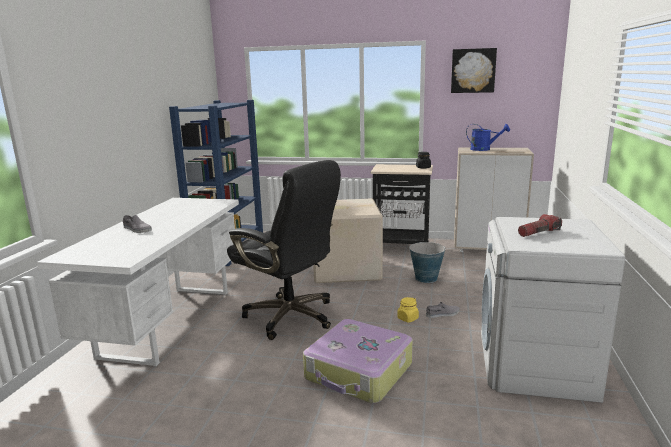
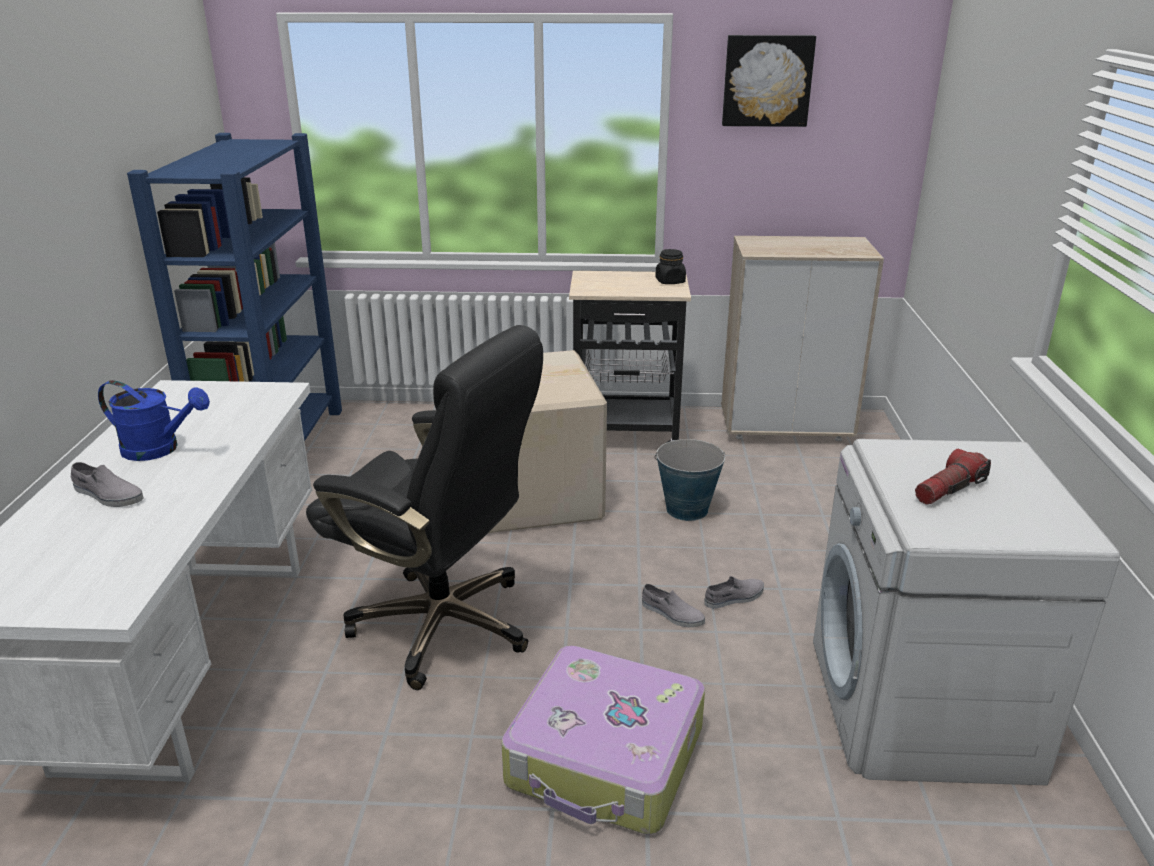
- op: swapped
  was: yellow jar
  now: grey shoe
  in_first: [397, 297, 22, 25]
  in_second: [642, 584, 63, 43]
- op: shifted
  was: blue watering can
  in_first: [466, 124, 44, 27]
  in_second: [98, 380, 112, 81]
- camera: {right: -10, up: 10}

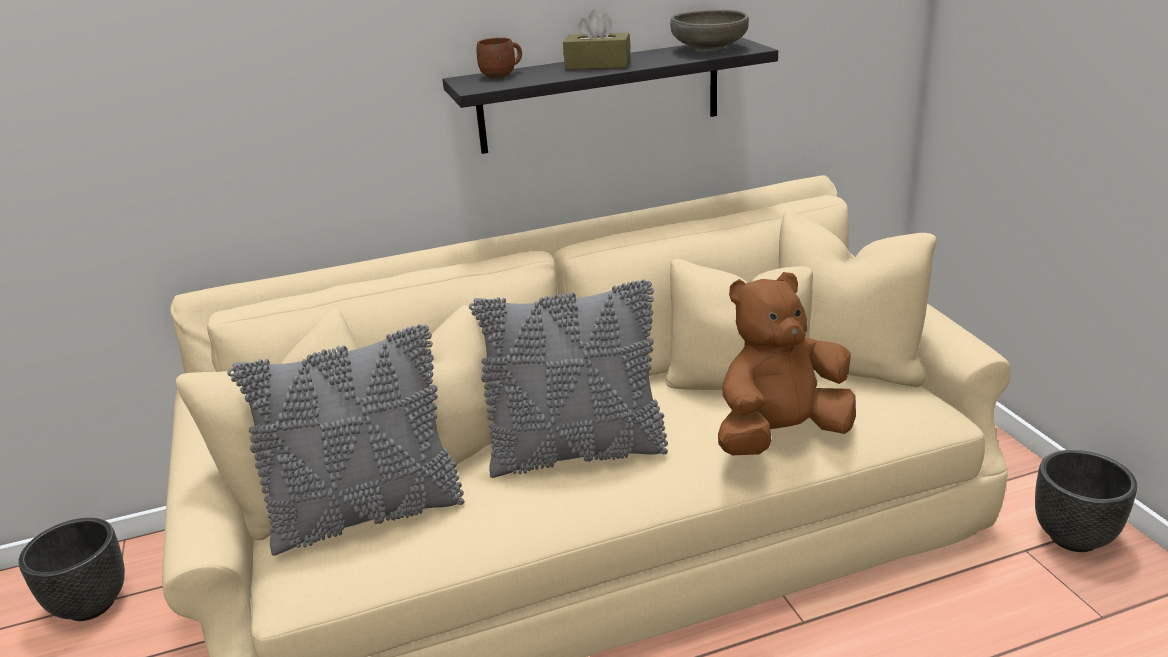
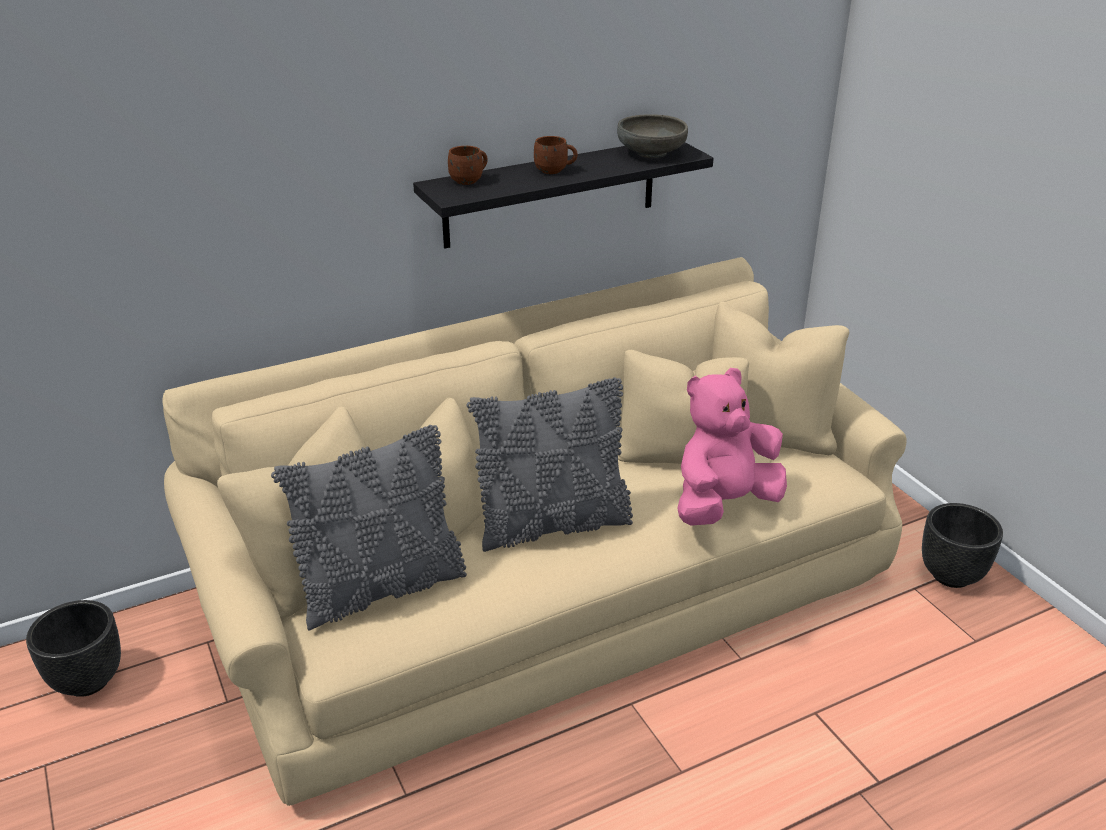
- op: swapped
  was: brown tissue box
  now: brown mug
  in_first: [563, 10, 68, 60]
  in_second: [534, 136, 44, 38]
- op: repainted
  was: brown plush toy
  now: pink plush toy
  in_first: [718, 272, 138, 183]
  in_second: [678, 368, 109, 158]
- camera: {right: -10, up: 5}

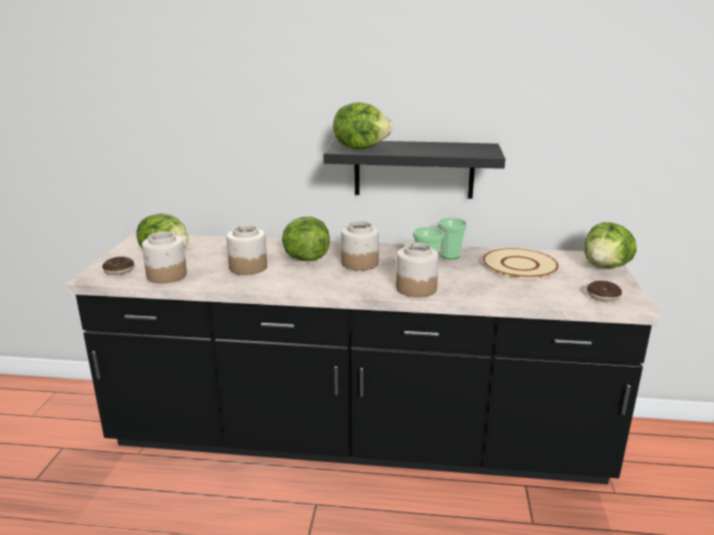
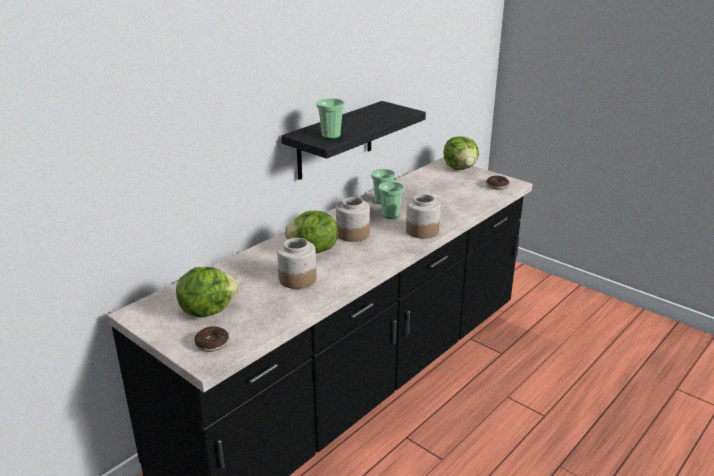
- op: gone
  was: jar
  in_first: [142, 232, 45, 52]
- op: swapped
  was: lettuce
  now: cup
  in_first: [333, 102, 60, 47]
  in_second: [316, 98, 29, 41]
- op: gone
  was: beige plate
  in_first: [483, 248, 76, 31]
- camera: {right: -55, up: 5}

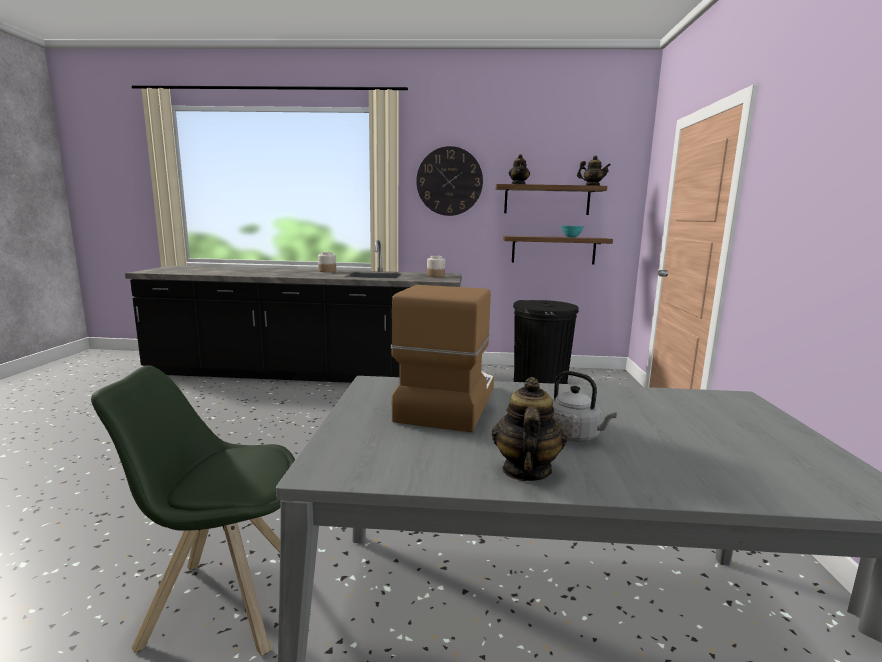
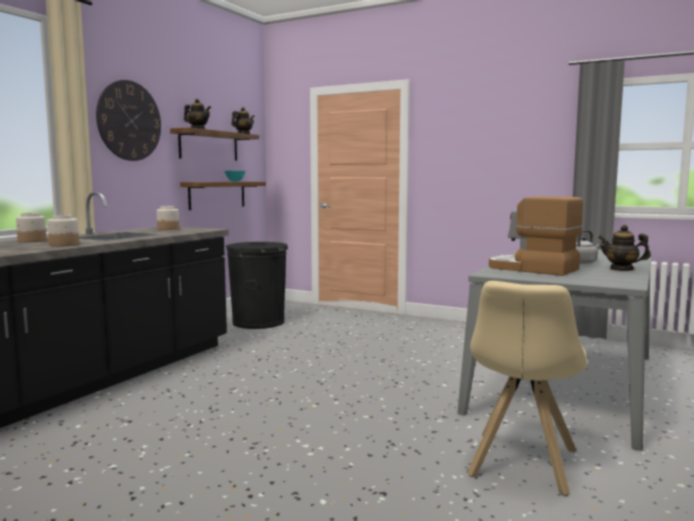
- op: repainted
  was: green chair
  now: beige chair
  in_first: [91, 365, 204, 291]
  in_second: [467, 281, 120, 215]
- op: new
  now: jar
  in_second: [47, 215, 32, 32]
- camera: {right: -65, up: -5}

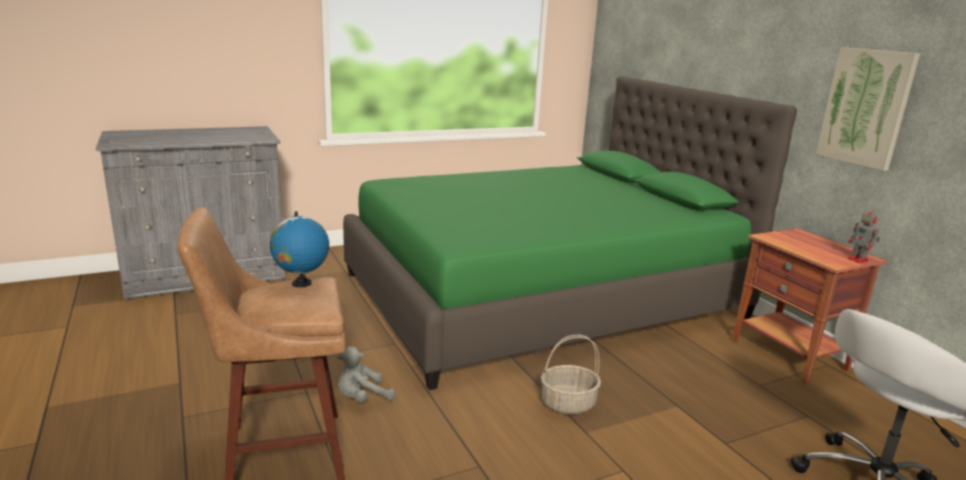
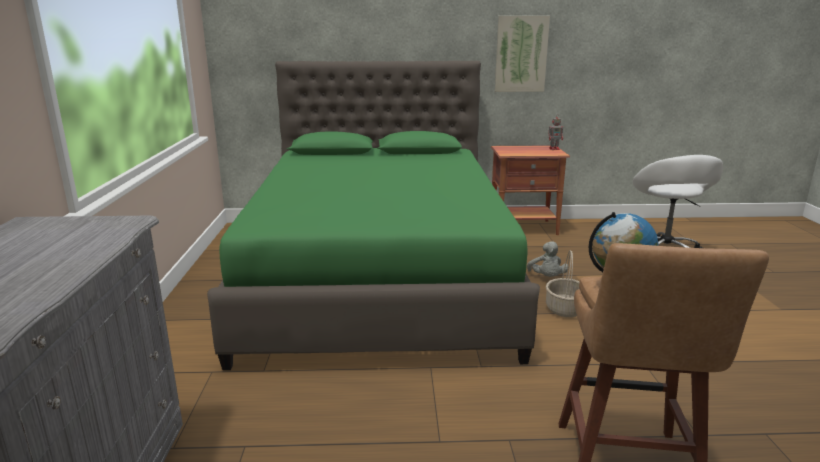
- op: shifted
  was: grey plush toy
  in_first: [337, 346, 58, 57]
  in_second: [527, 241, 42, 36]
- camera: {right: -65, up: 0}

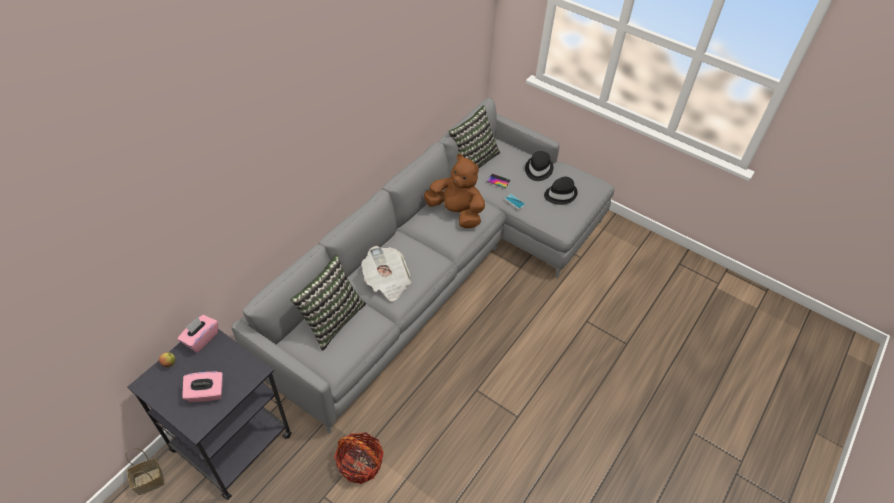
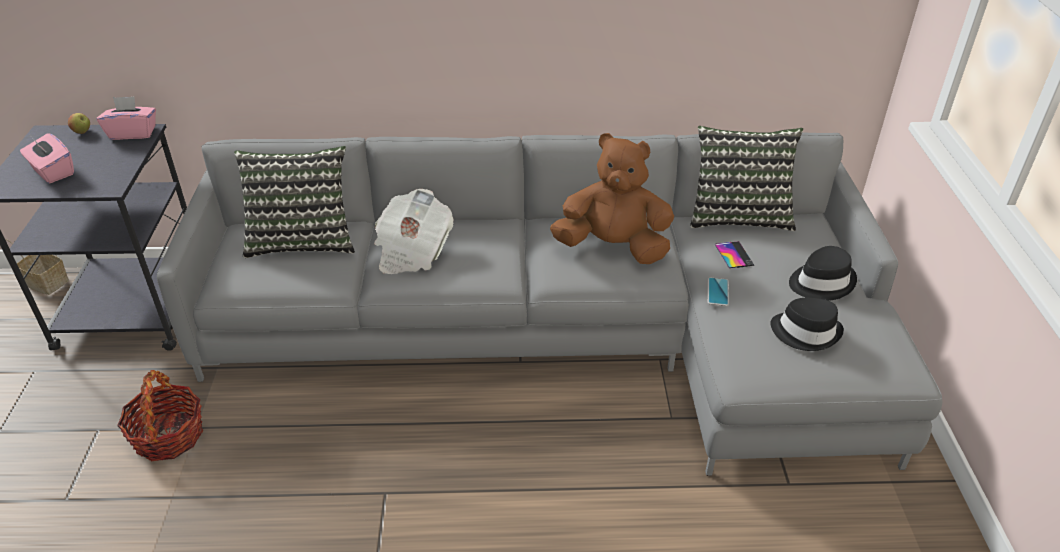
- op: rotated
  was: brown plush toy
  in_first: [424, 154, 61, 75]
  in_second: [550, 133, 124, 131]
  clockwise: -75
- camera: {right: 55, up: -10}

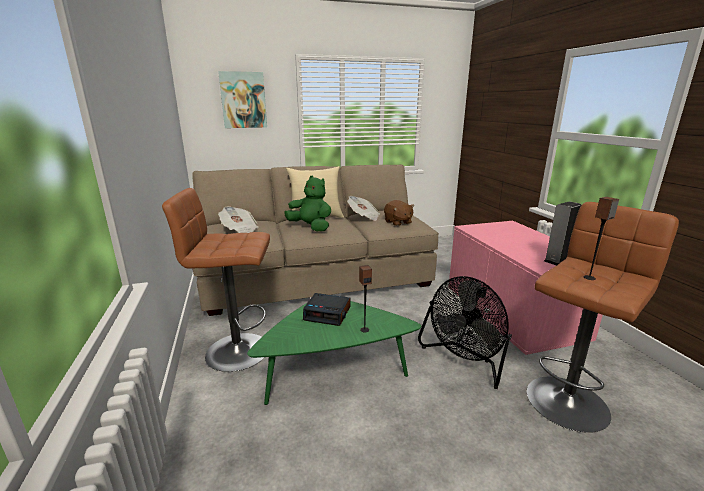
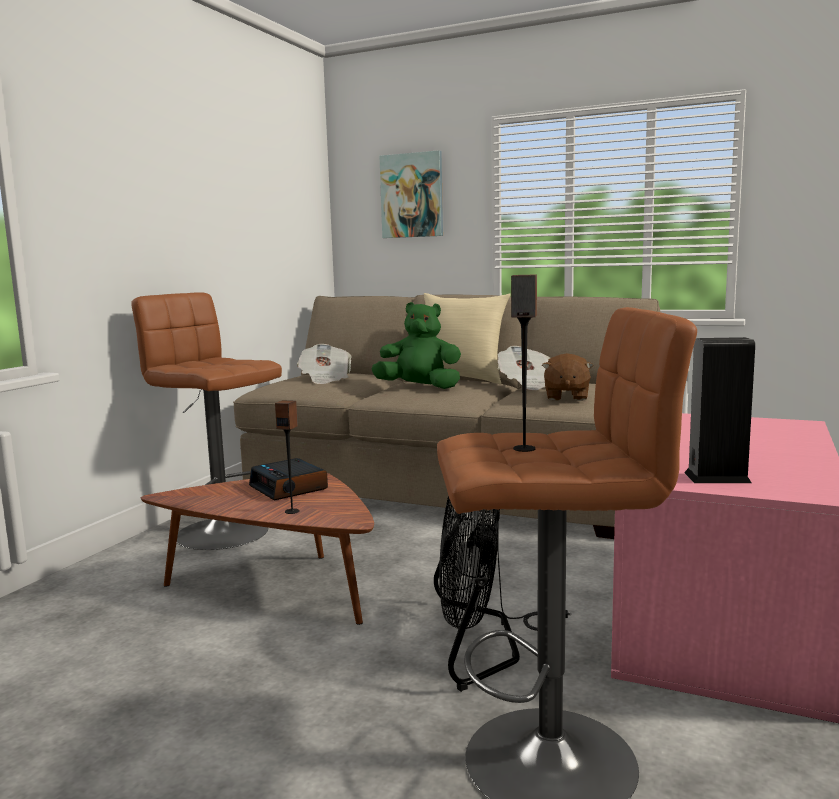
- op: repainted
  was: green coffee table
  now: brown coffee table
  in_first: [247, 301, 174, 104]
  in_second: [141, 473, 233, 152]
- op: rotated
  was: green plush toy
  in_first: [284, 176, 47, 55]
  in_second: [371, 302, 90, 87]
  clockwise: -60
- camera: {right: 40, up: -10}

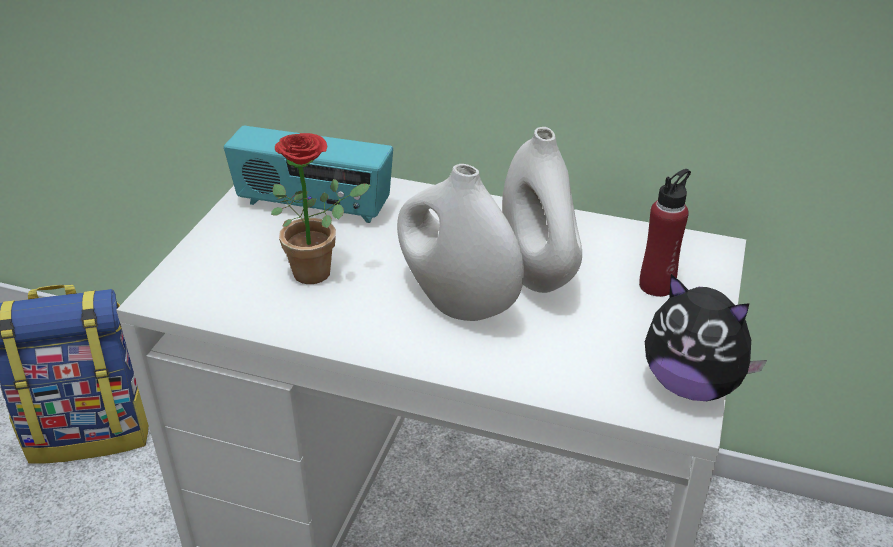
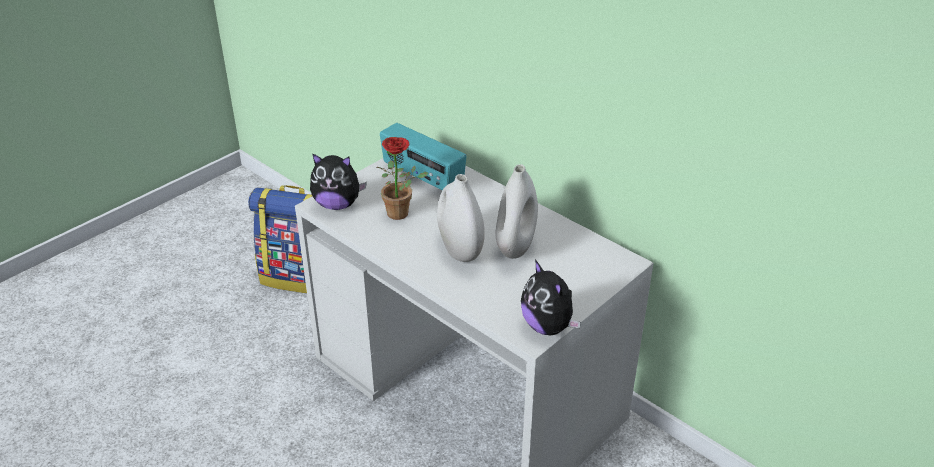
- op: gone
  was: red bottle
  in_first: [639, 169, 52, 128]
- op: new
  now: plush toy
  in_second: [310, 153, 57, 57]
- camera: {right: 25, up: 0}

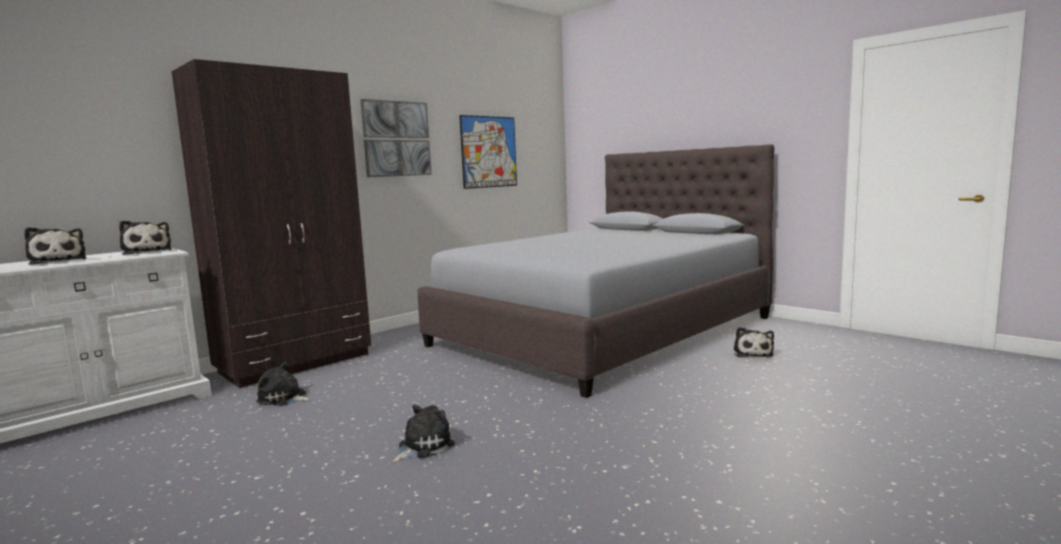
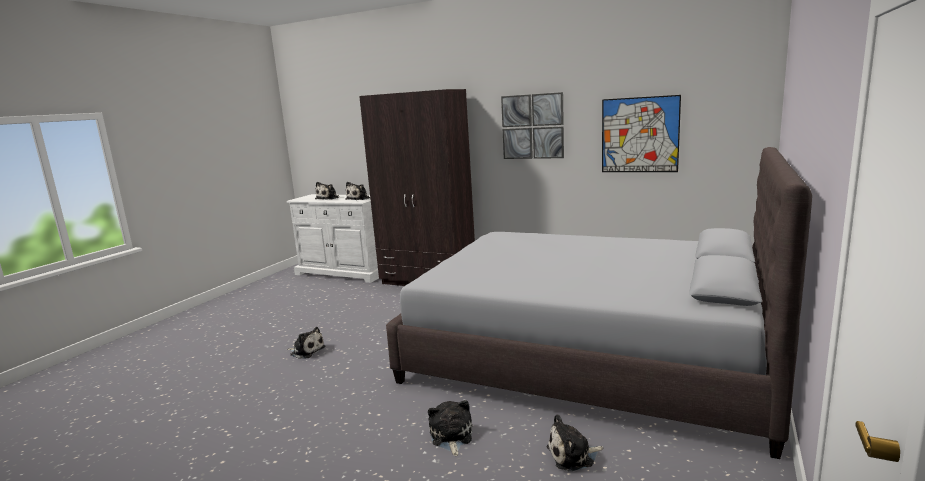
- op: shifted
  was: plush toy
  in_first: [256, 362, 56, 44]
  in_second: [428, 400, 44, 56]
- camera: {right: 70, up: 5}

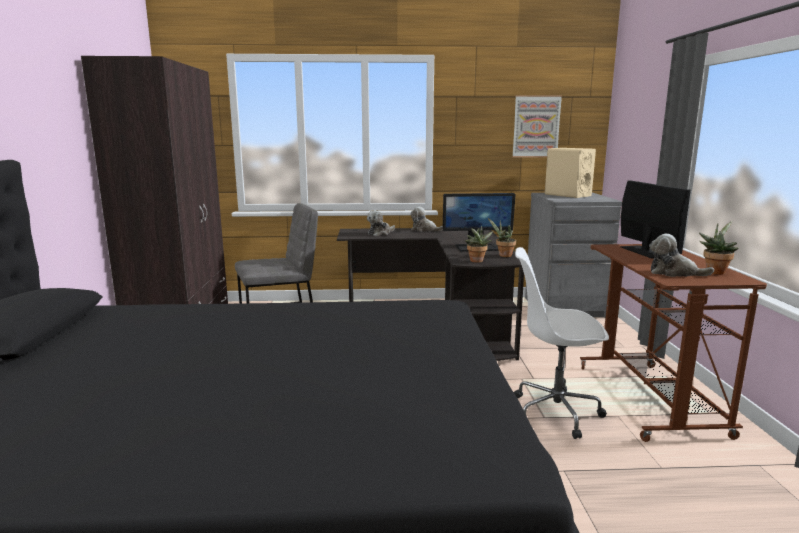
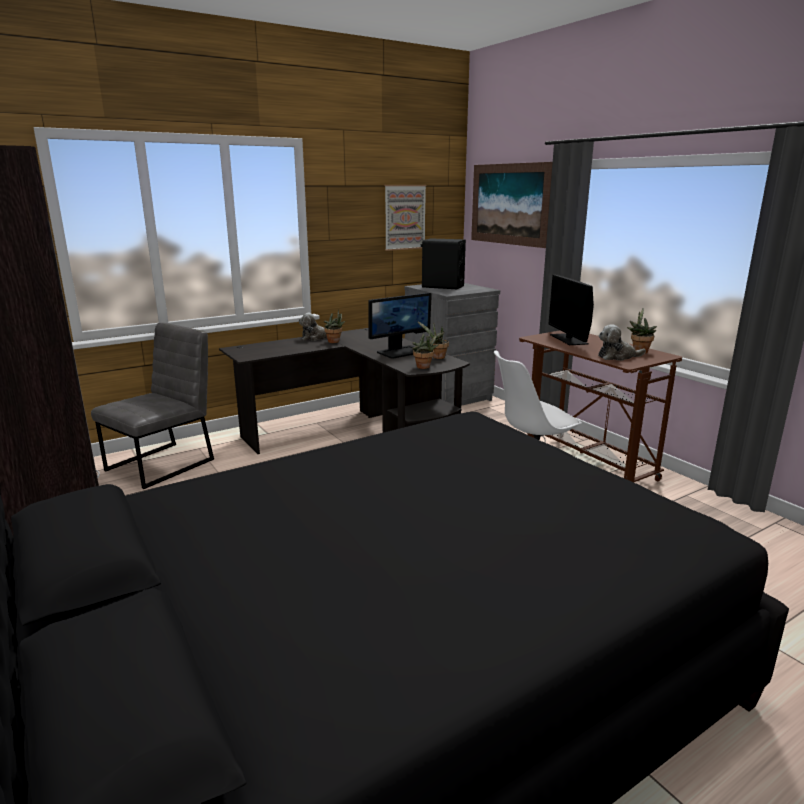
- op: gone
  was: plush toy
  in_first: [367, 210, 28, 26]
- op: repainted
  was: beige speaker
  now: black speaker
  in_first: [545, 148, 51, 50]
  in_second: [421, 239, 45, 50]
- op: rotated
  was: monitor
  in_first: [620, 180, 71, 79]
  in_second: [548, 275, 46, 70]
  clockwise: -150
- op: new
  now: potted plant
  in_second: [324, 310, 21, 33]
- op: new
  now: picture
  in_second: [471, 162, 82, 86]
- camera: {right: -30, up: 5}

